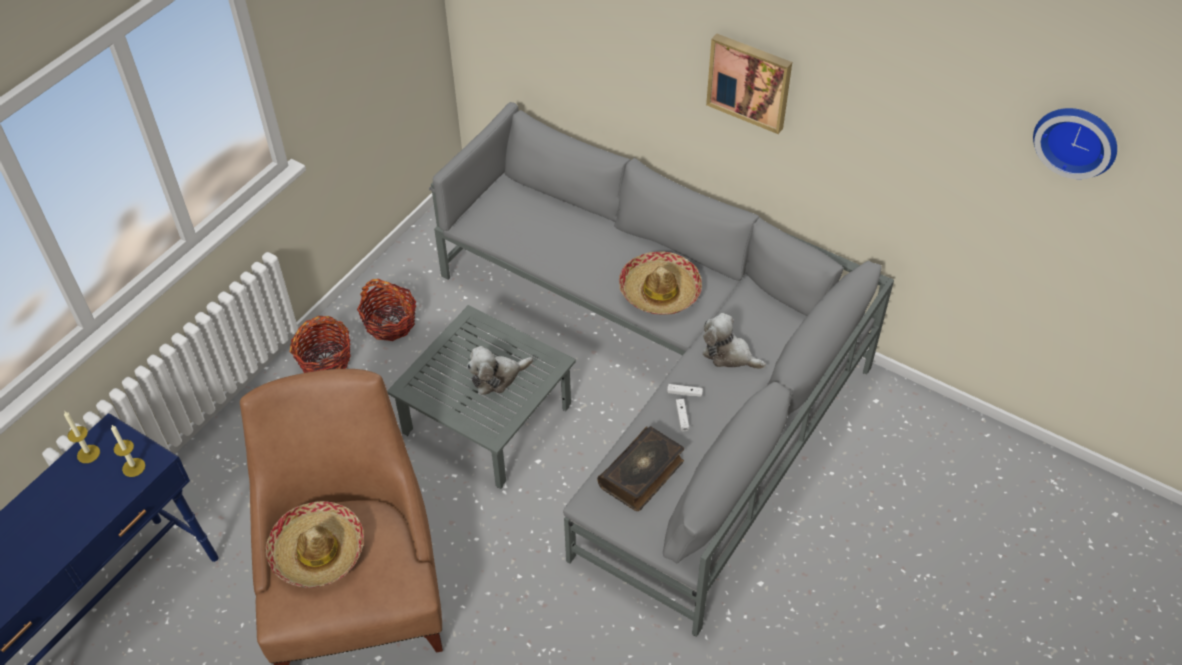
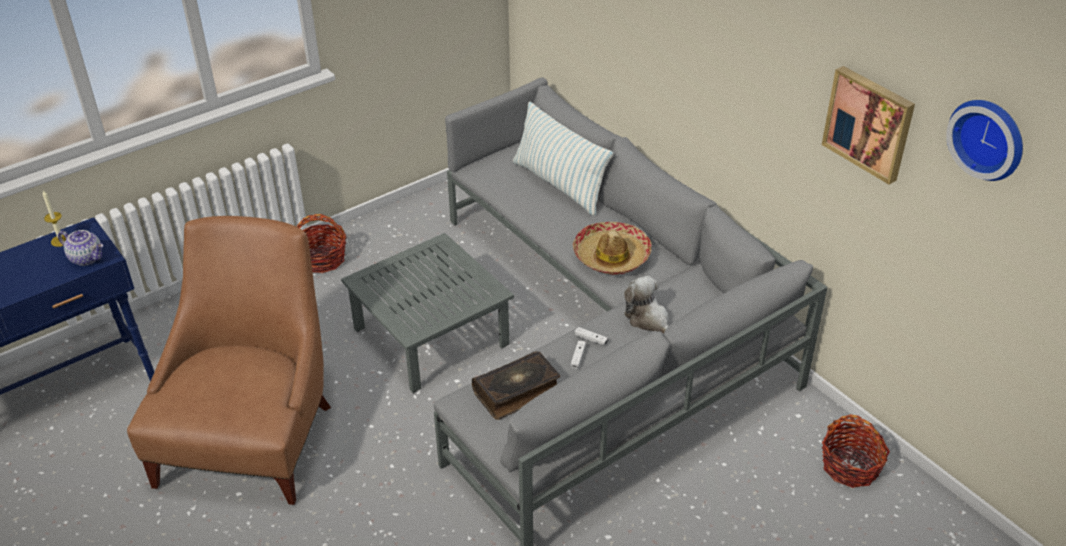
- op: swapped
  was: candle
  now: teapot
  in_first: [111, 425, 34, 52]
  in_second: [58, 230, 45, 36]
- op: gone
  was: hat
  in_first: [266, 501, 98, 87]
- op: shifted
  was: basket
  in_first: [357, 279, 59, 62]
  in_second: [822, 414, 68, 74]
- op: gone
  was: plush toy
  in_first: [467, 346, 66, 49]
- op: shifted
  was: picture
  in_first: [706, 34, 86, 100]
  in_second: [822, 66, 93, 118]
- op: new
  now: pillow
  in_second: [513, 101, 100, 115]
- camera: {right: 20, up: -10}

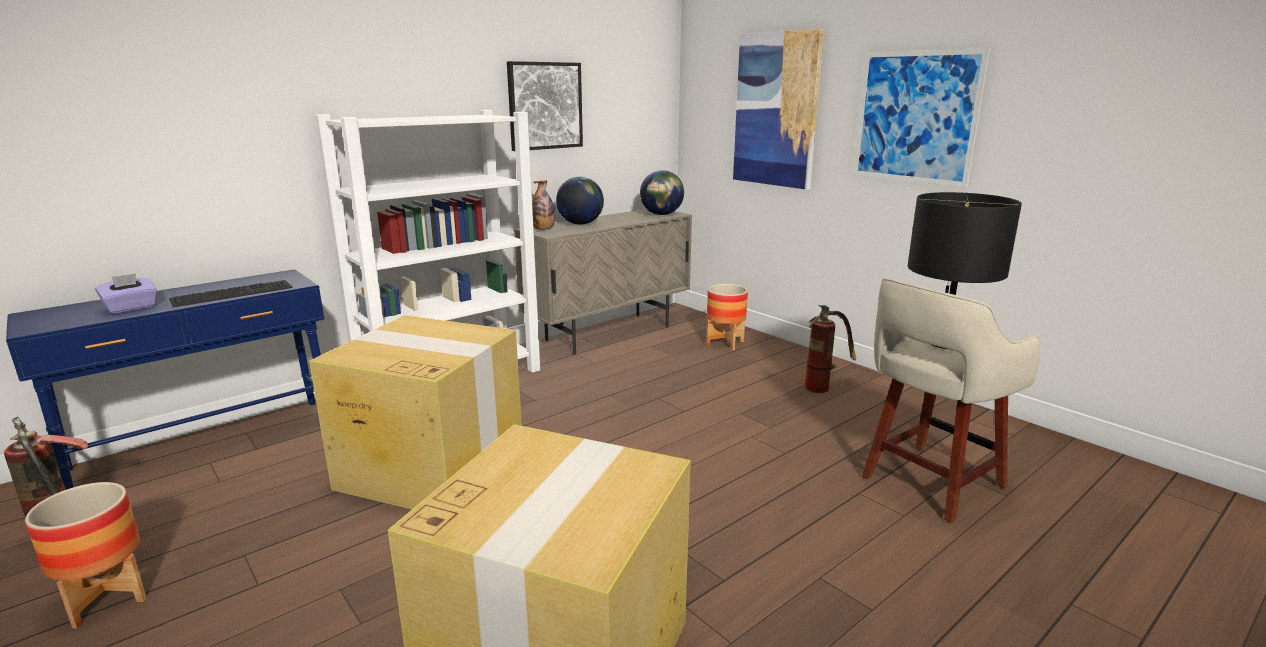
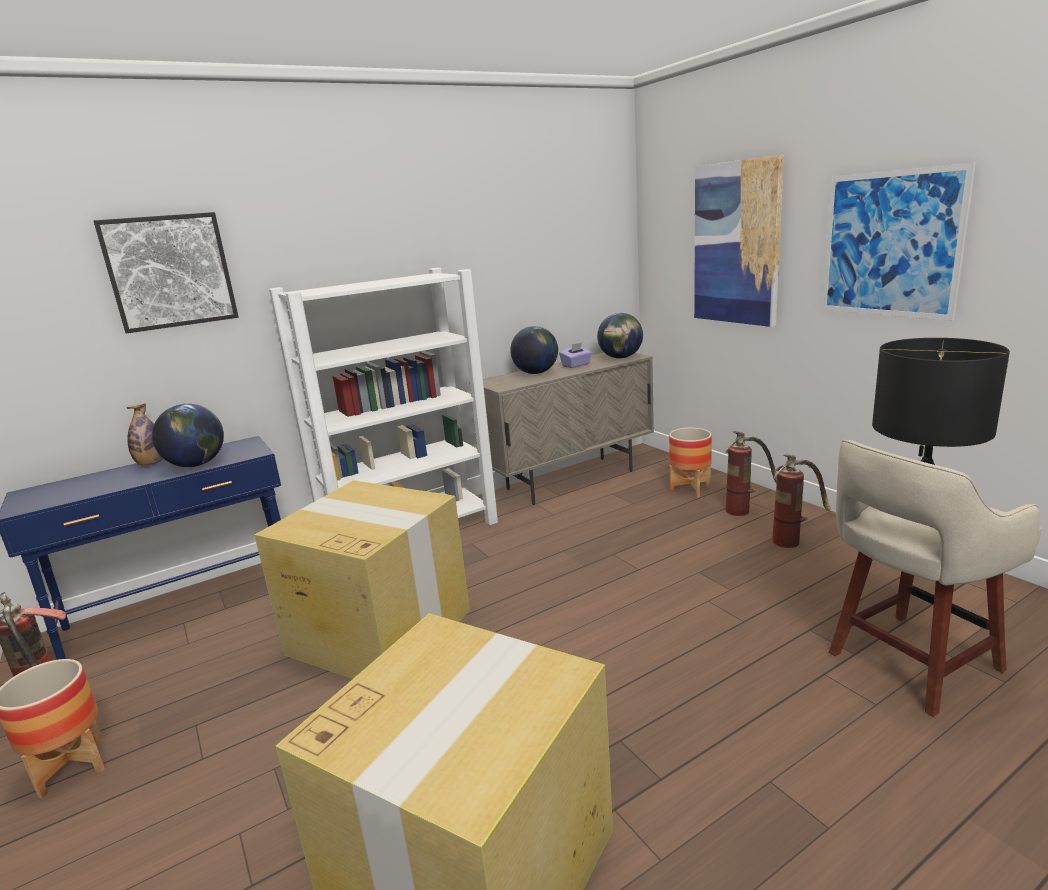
- op: shifted
  was: purple tissue box
  in_first: [95, 273, 62, 41]
  in_second: [559, 343, 33, 25]
- op: swapped
  was: keyboard
  now: globe
  in_first: [169, 280, 124, 27]
  in_second: [152, 404, 72, 63]
- op: shifted
  was: picture
  in_first: [507, 61, 76, 90]
  in_second: [94, 212, 145, 122]
- op: shifted
  was: bottle
  in_first: [532, 180, 23, 50]
  in_second: [127, 404, 36, 62]
- op: new
  now: fire extinguisher
  in_second: [725, 431, 52, 85]
- camera: {right: 10, up: 0}

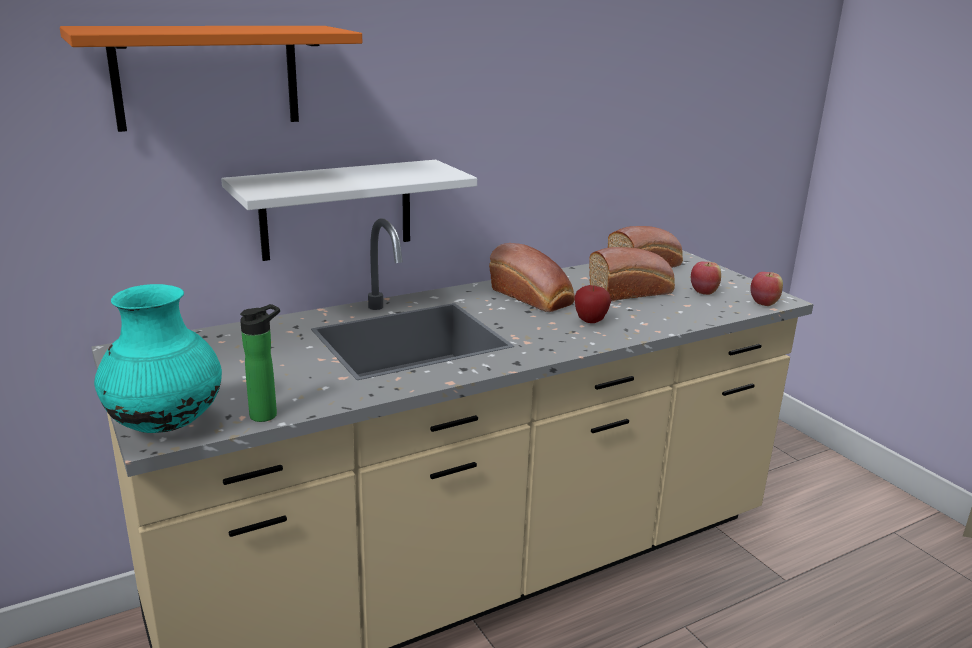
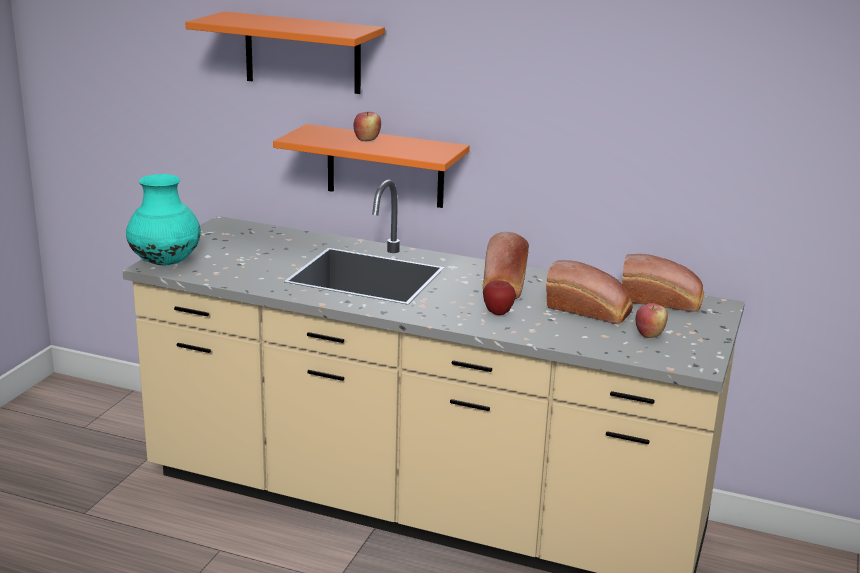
- op: repainted
  was: white shelf
  now: orange shelf
  in_first: [221, 160, 256, 101]
  in_second: [273, 124, 197, 84]
- op: gone
  was: bottle
  in_first: [240, 304, 40, 118]
- op: shifted
  was: apple
  in_first: [750, 272, 33, 34]
  in_second: [354, 112, 27, 29]
- camera: {right: 50, up: 0}

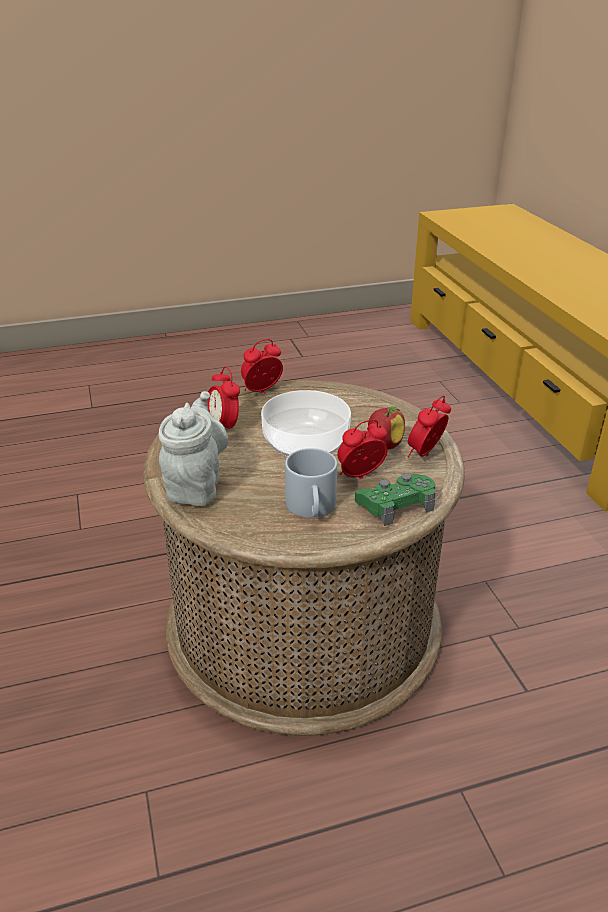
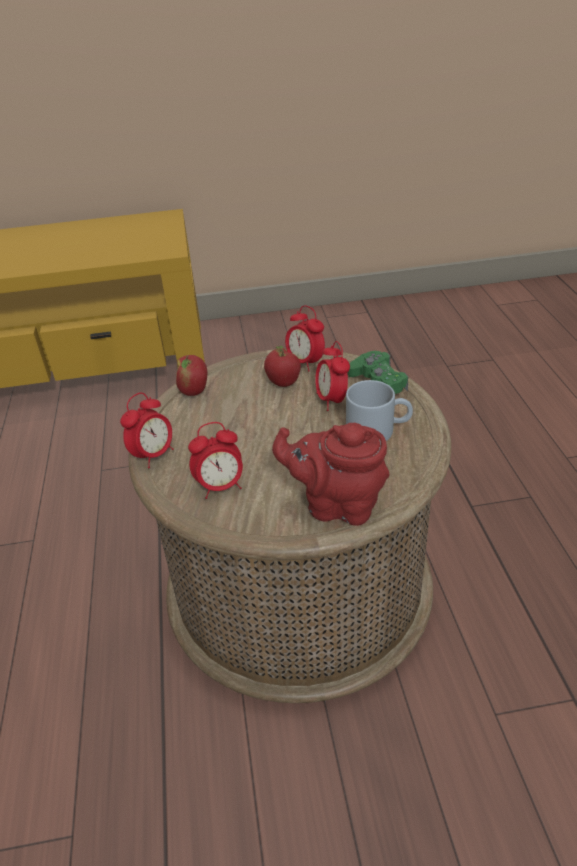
- op: repainted
  was: grey teapot
  now: red teapot
  in_first: [158, 391, 70, 115]
  in_second: [272, 423, 117, 103]
- op: rotated
  was: alarm clock
  in_first: [241, 339, 42, 55]
  in_second: [120, 393, 54, 75]
  clockwise: -120
- op: gone
  was: bowl
  in_first: [261, 390, 90, 67]
- op: new
  now: apple
  in_second: [176, 355, 31, 41]
- camera: {right: -80, up: 5}

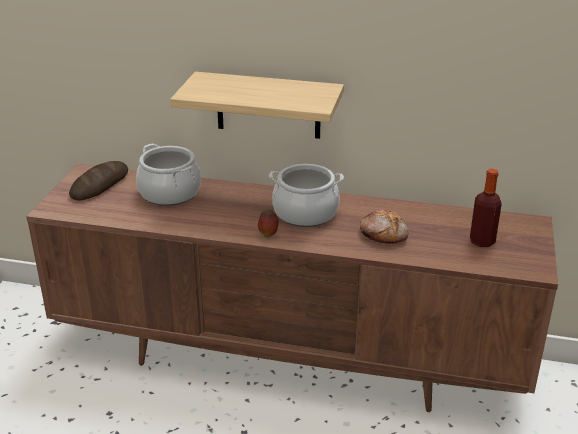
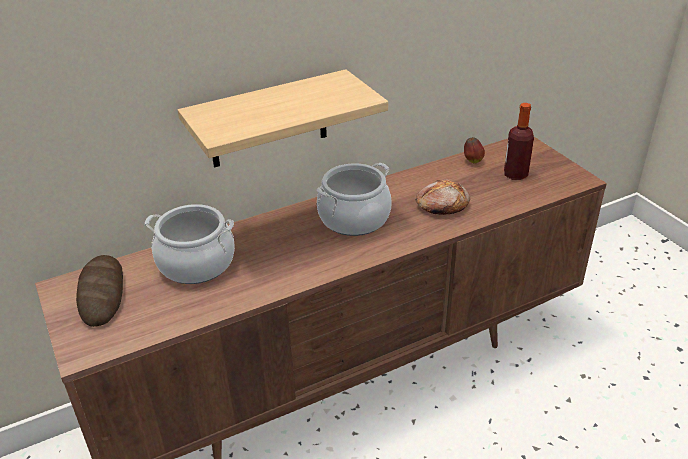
- op: shifted
  was: apple
  in_first: [258, 210, 21, 27]
  in_second: [464, 137, 21, 26]
- camera: {right: -40, up: 5}

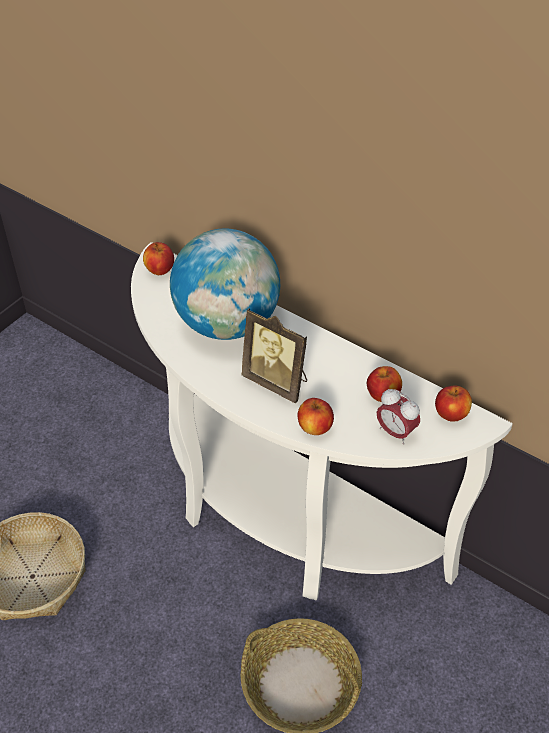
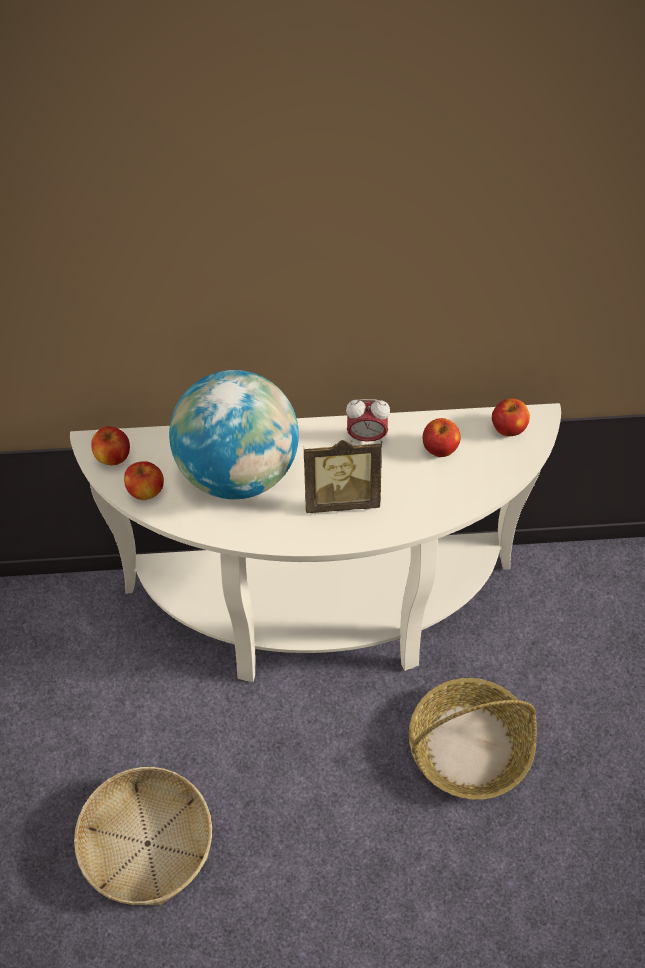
- op: shifted
  was: apple
  in_first: [298, 398, 36, 37]
  in_second: [124, 461, 40, 39]
- op: shifted
  was: alarm clock
  in_first: [377, 389, 43, 55]
  in_second: [346, 399, 44, 43]
- camera: {right: -40, up: 10}

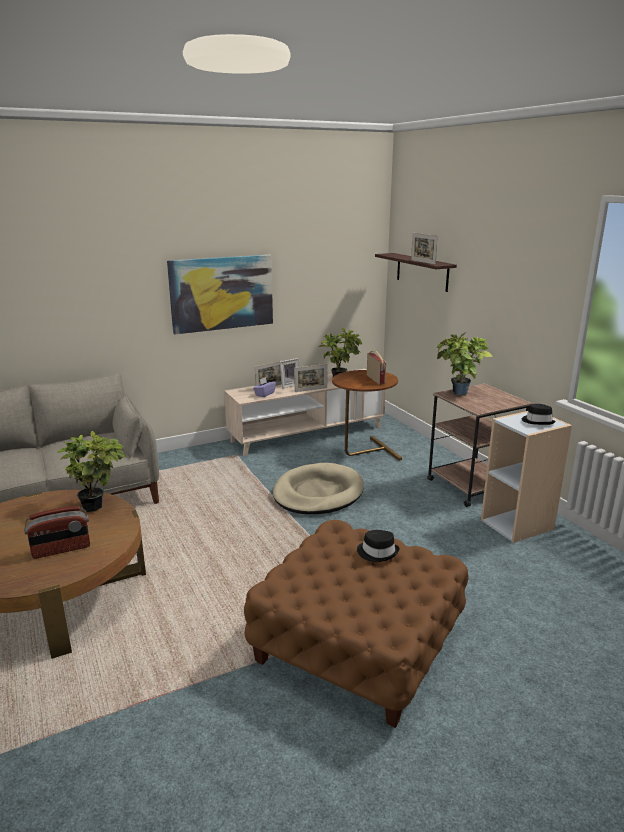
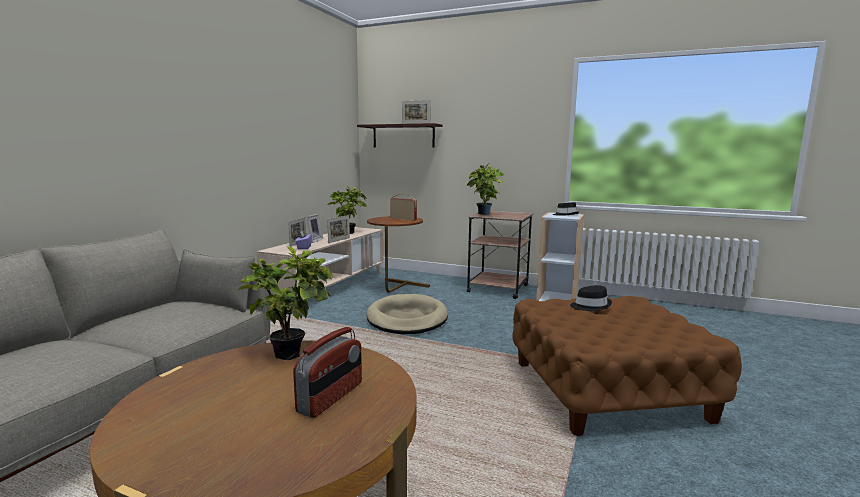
- op: gone
  was: picture
  in_first: [167, 255, 106, 80]
- camera: {right: -40, up: -10}

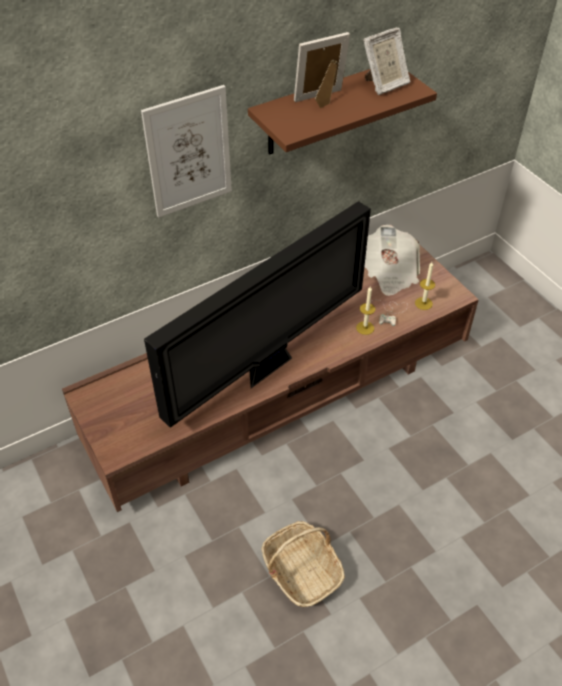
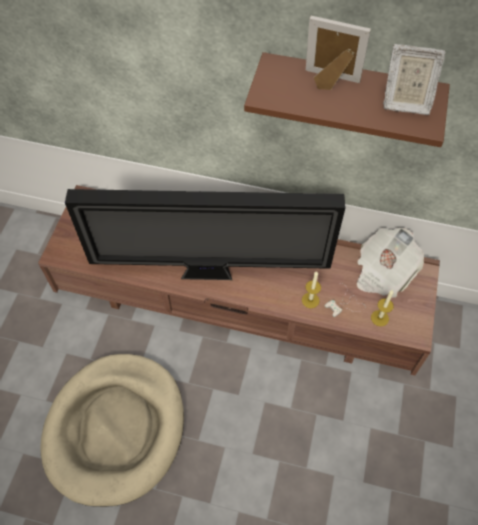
- op: gone
  was: picture
  in_first: [141, 85, 91, 133]
- op: swapped
  was: basket
  now: beige dog bed
  in_first: [261, 521, 84, 86]
  in_second: [40, 354, 144, 153]
- camera: {right: 45, up: 10}

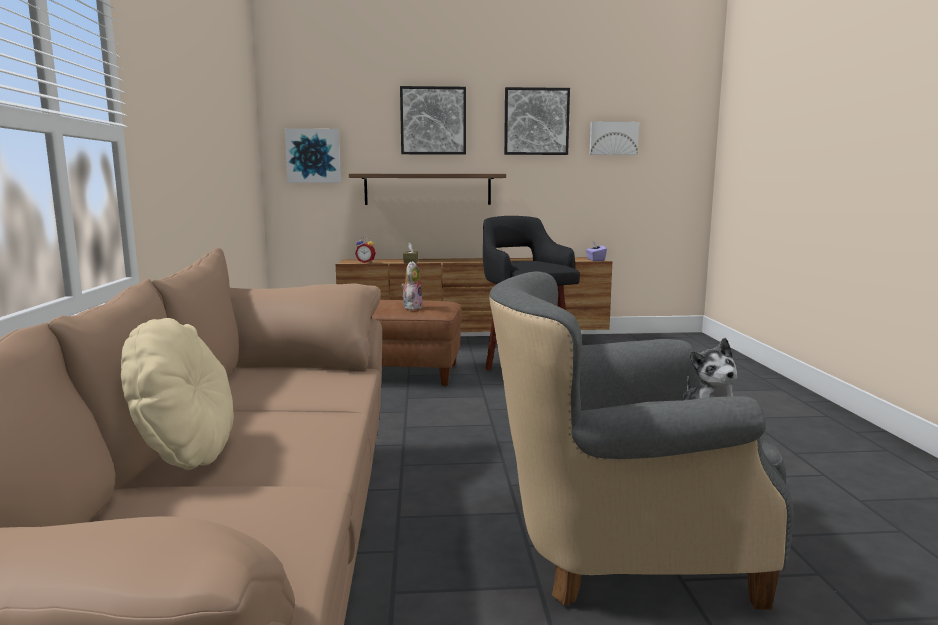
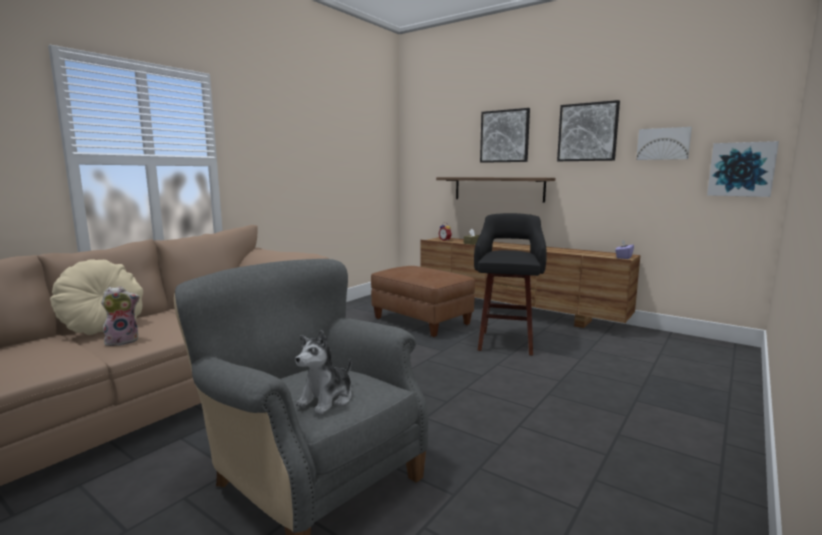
- op: shifted
  was: picture
  in_first: [285, 129, 56, 54]
  in_second: [707, 141, 72, 56]
- op: shifted
  was: plush toy
  in_first: [401, 261, 22, 49]
  in_second: [101, 286, 39, 60]
- camera: {right: 40, up: 0}

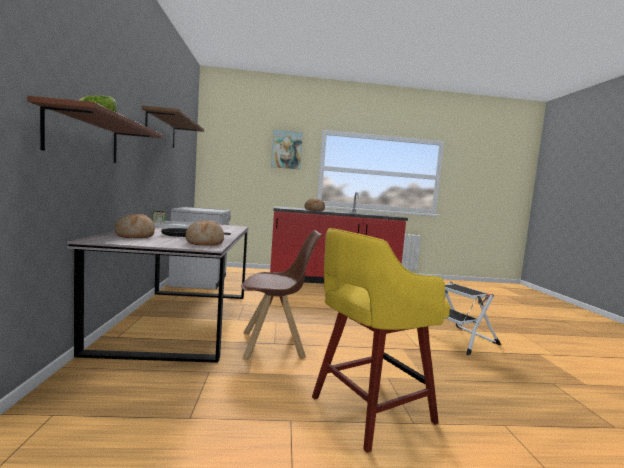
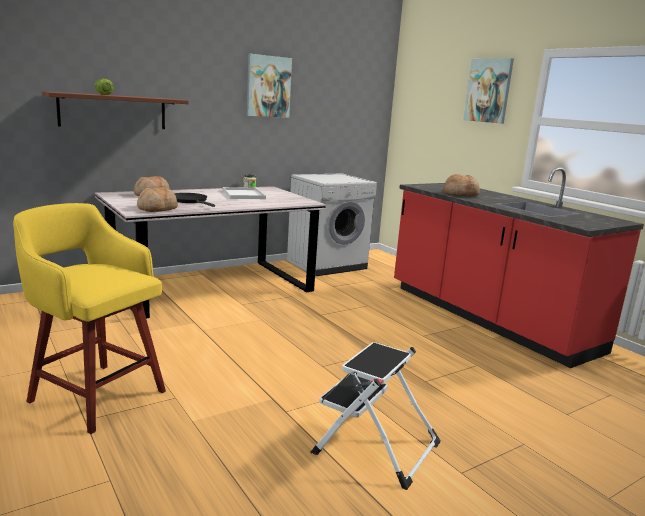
- op: swapped
  was: brown shelf
  now: picture
  in_first: [142, 105, 62, 43]
  in_second: [247, 54, 45, 64]
- op: gone
  was: brown chair
  in_first: [241, 230, 82, 129]
- camera: {right: 60, up: 10}

